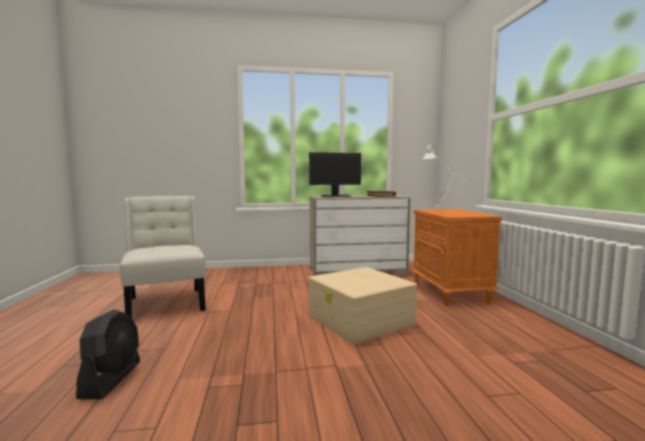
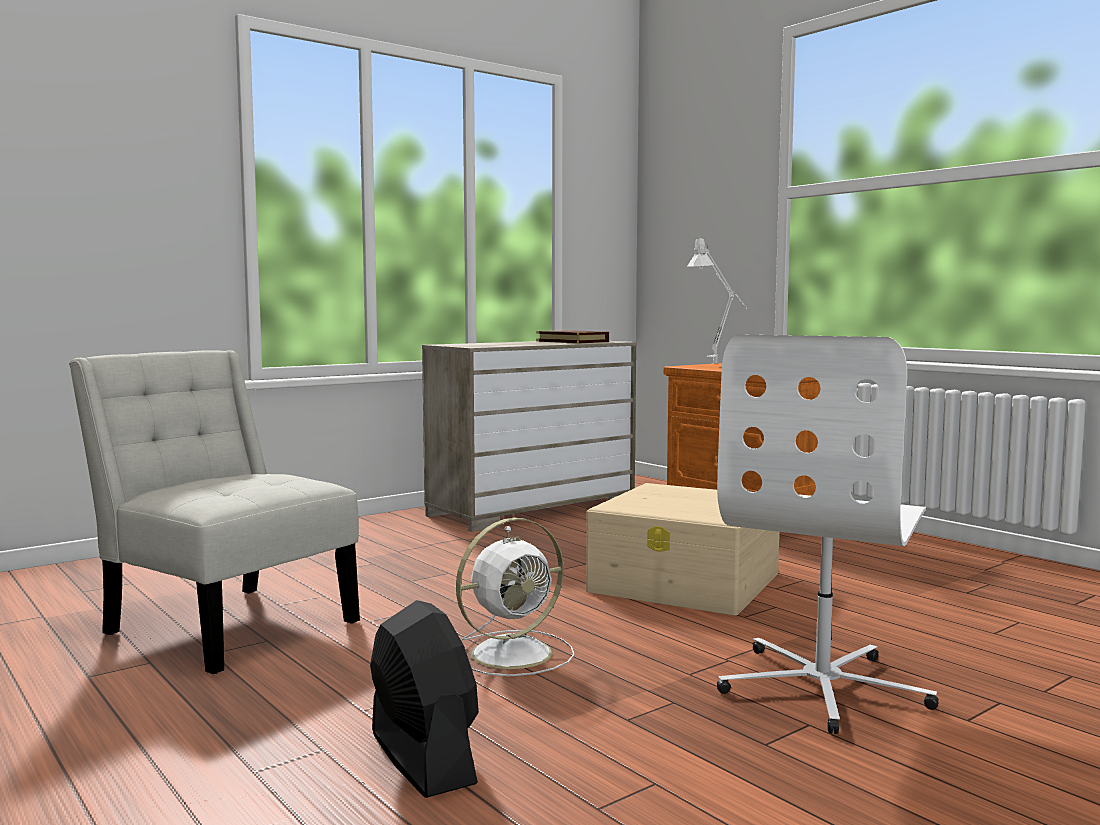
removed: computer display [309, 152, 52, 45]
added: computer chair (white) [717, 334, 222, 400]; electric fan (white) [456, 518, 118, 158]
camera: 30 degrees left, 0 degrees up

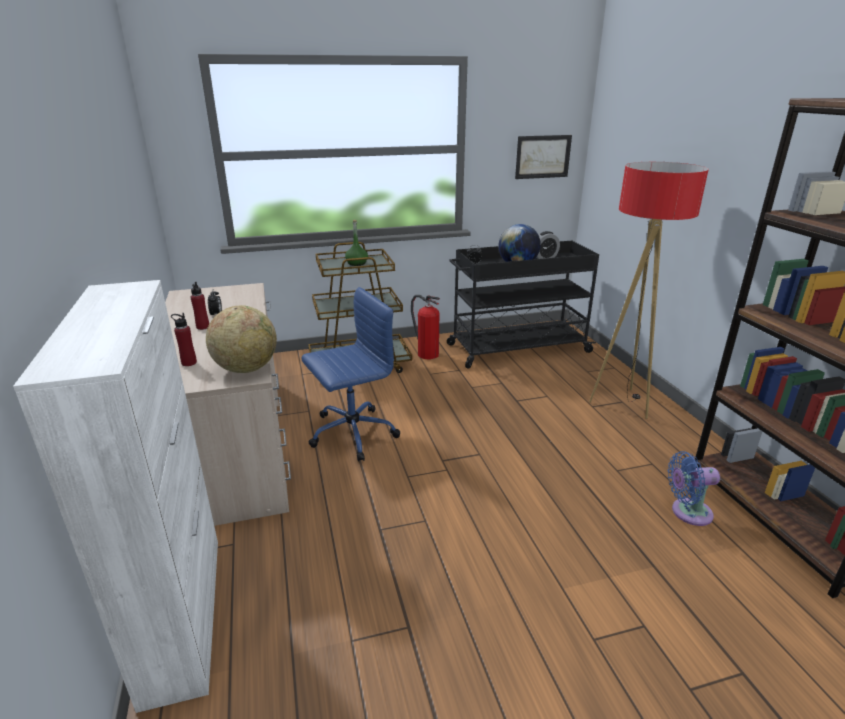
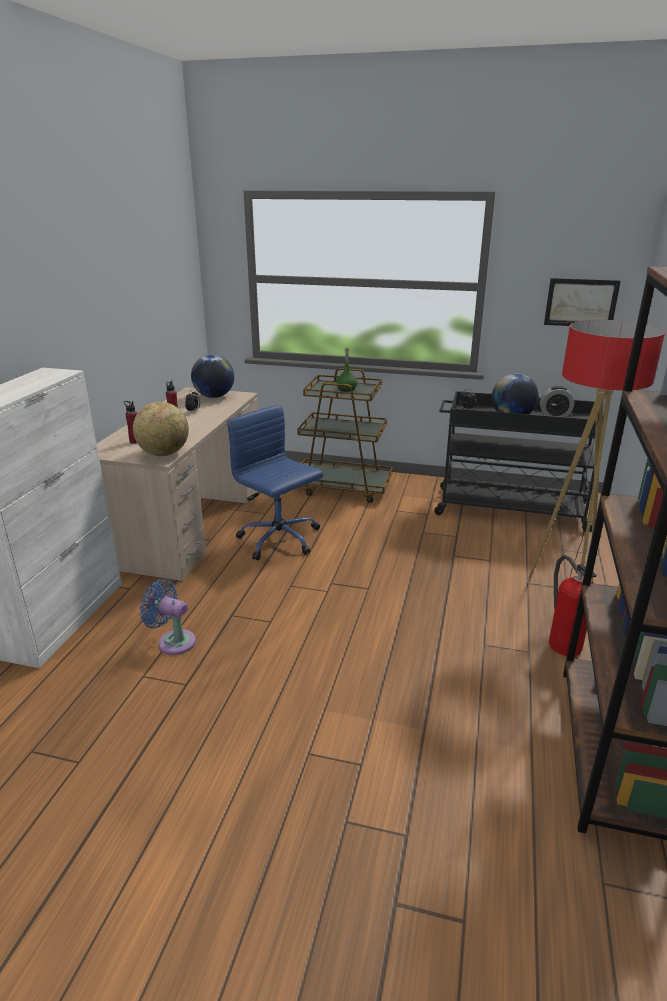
added: globe [191, 355, 43, 43]
moved: fire-fighting cylinder [411, 295, 29, 64] to [549, 555, 48, 101]; electric fan (blue-coloured) [667, 451, 53, 75] to [139, 579, 57, 76]
turned: computer chair (blue-coloured) [302, 287, 98, 174] = [227, 405, 96, 155] 135 degrees counterclockwise
camera: 30 degrees right, 0 degrees up

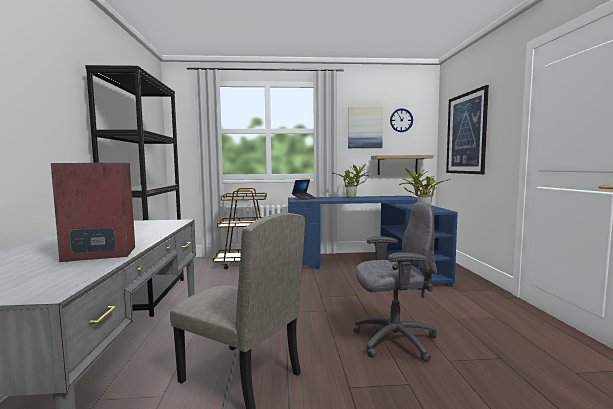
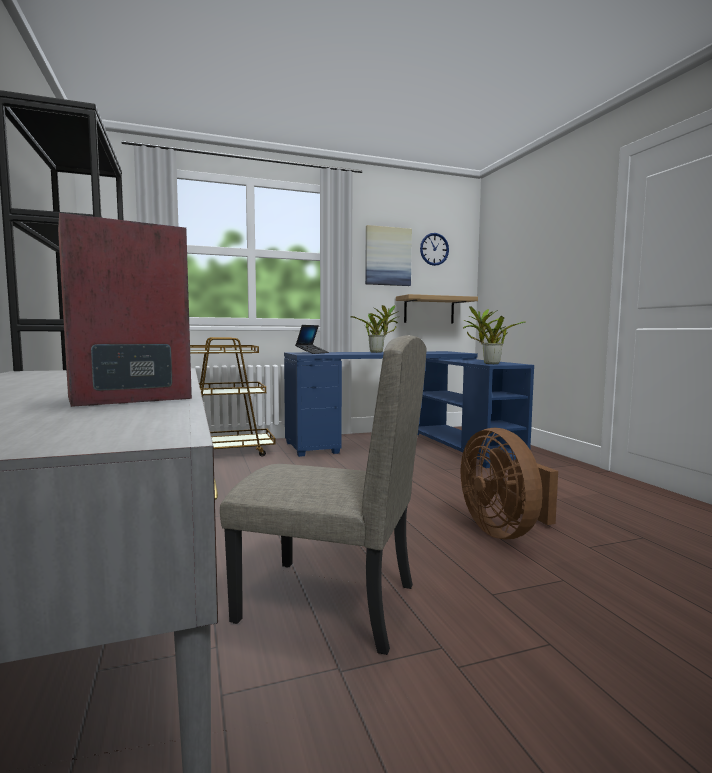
removed: wall art [446, 85, 43, 89]
replaced: computer chair (greyish) [353, 202, 84, 160] to electric fan (brown-coloured) [461, 428, 97, 111]
camera: 15 degrees left, 0 degrees up

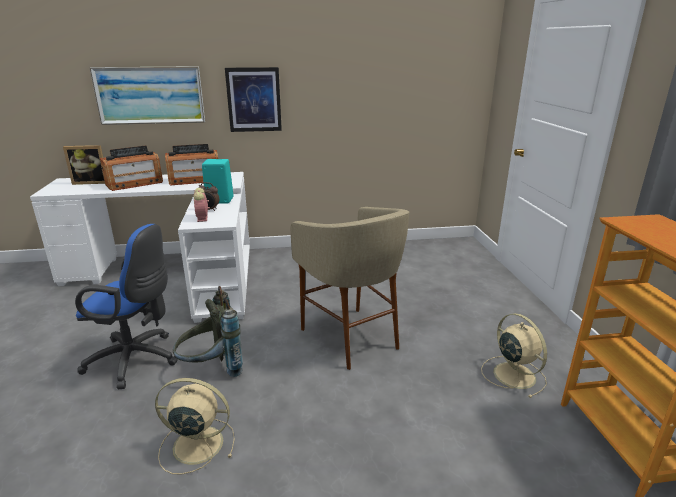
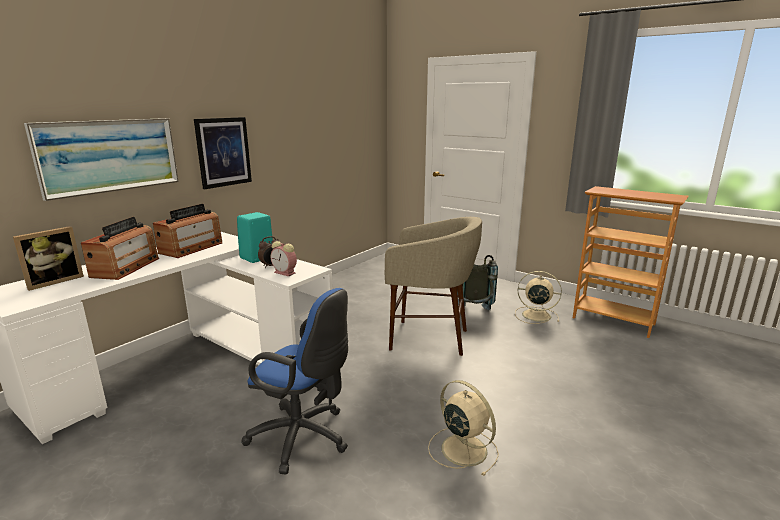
moved: rucksack (greyish) [173, 286, 70, 91] to [457, 255, 41, 55]
turned: computer chair (blue-coloured) [75, 224, 103, 165] = [241, 288, 107, 186] 60 degrees clockwise; electric fan (beige) [155, 378, 80, 97] = [428, 380, 71, 96] 90 degrees clockwise
camera: 45 degrees left, 5 degrees down

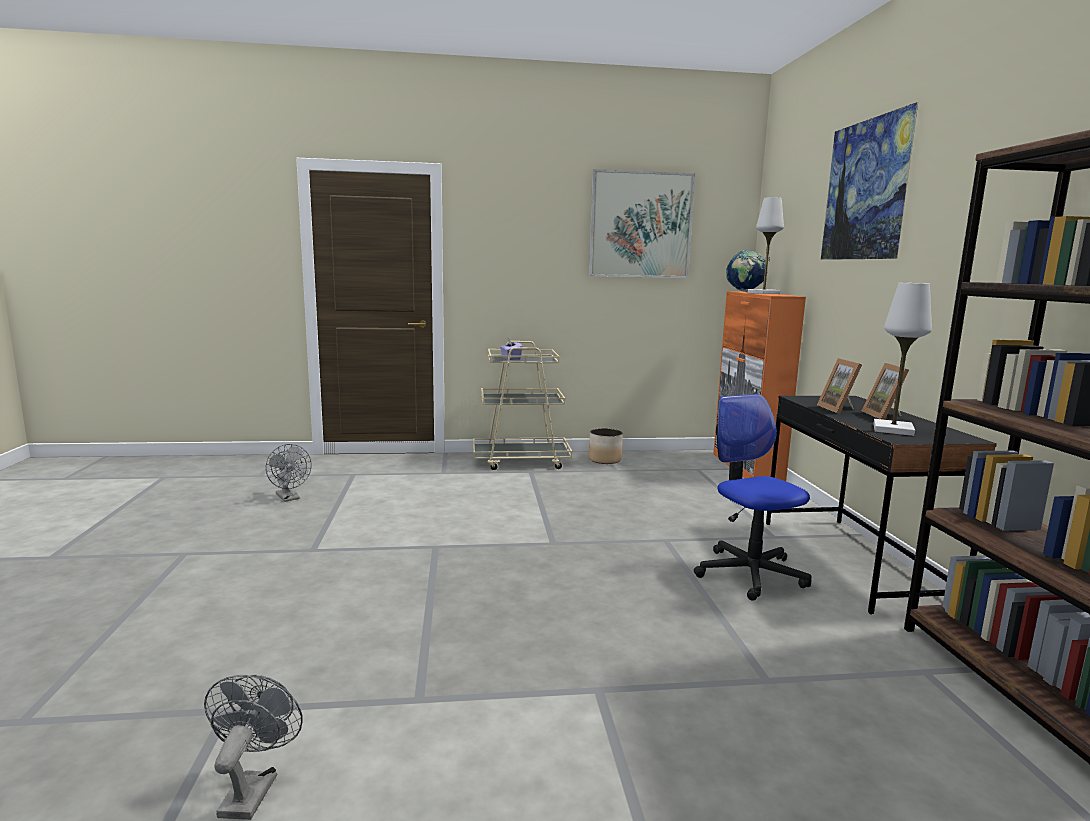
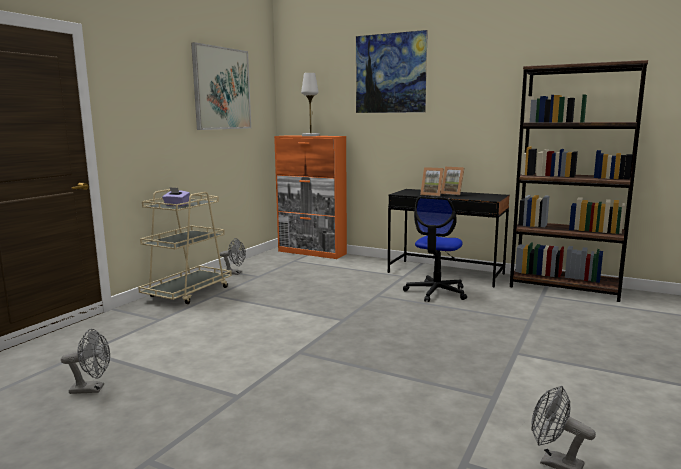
removed: globe [726, 250, 42, 42]; tabletop lamp (white) [873, 283, 59, 153]
replaced: plant pot [589, 428, 34, 36] to electric fan (greyish) [220, 238, 26, 37]
turned: computer chair [694, 394, 117, 207] = [403, 196, 64, 106] 75 degrees counterclockwise
camera: 55 degrees left, 0 degrees up

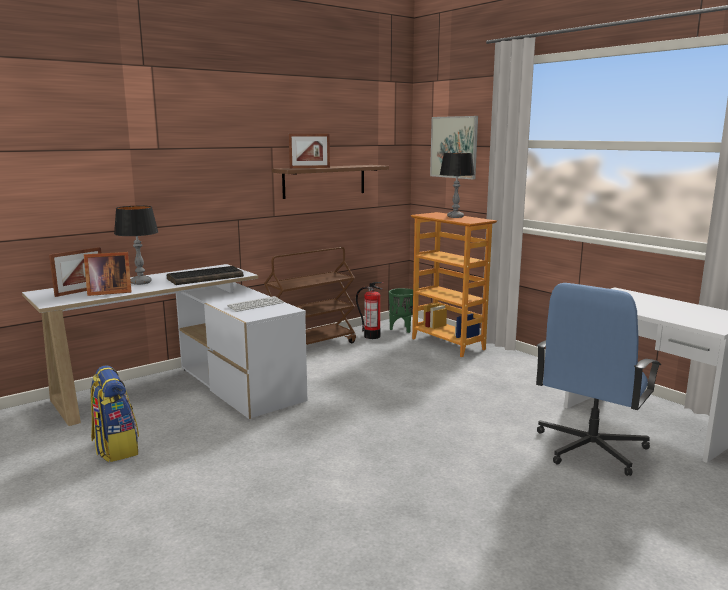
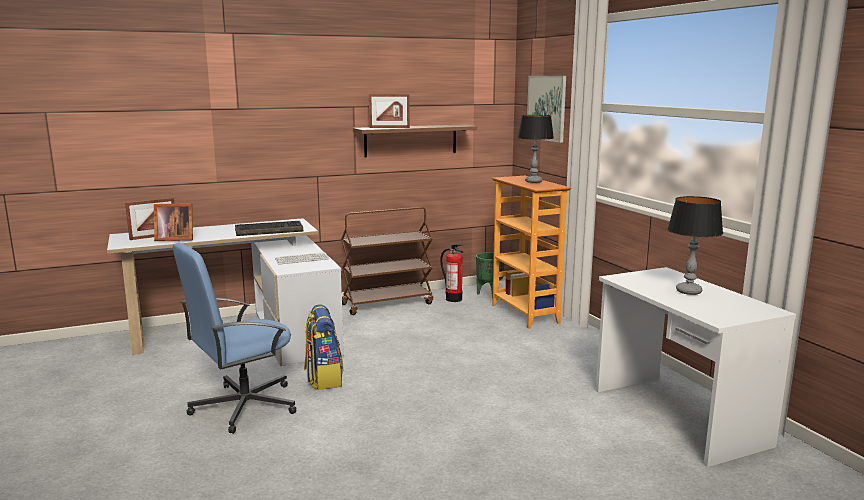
moved: tabletop lamp [114, 206, 45, 79] to [667, 196, 56, 99]; computer chair (blue-coloured) [536, 283, 125, 193] to [173, 243, 124, 191]; rucksack [90, 365, 49, 97] to [304, 304, 40, 86]
camera: 15 degrees right, 0 degrees up

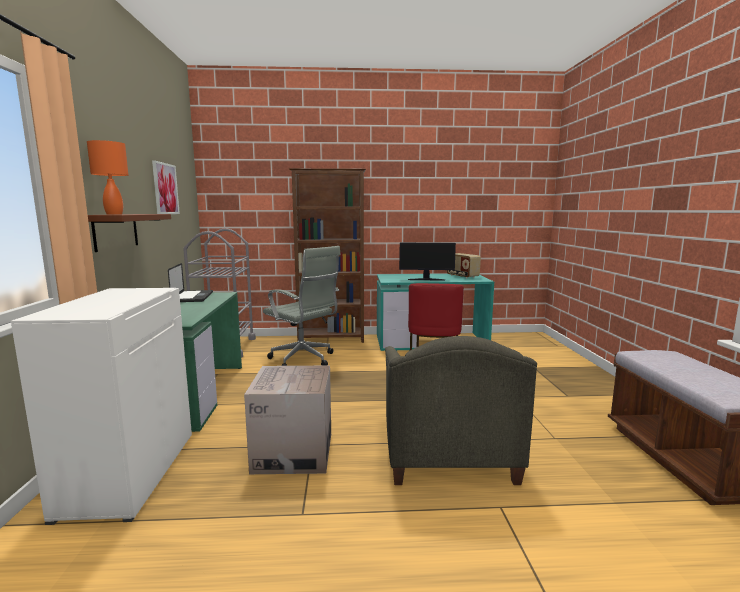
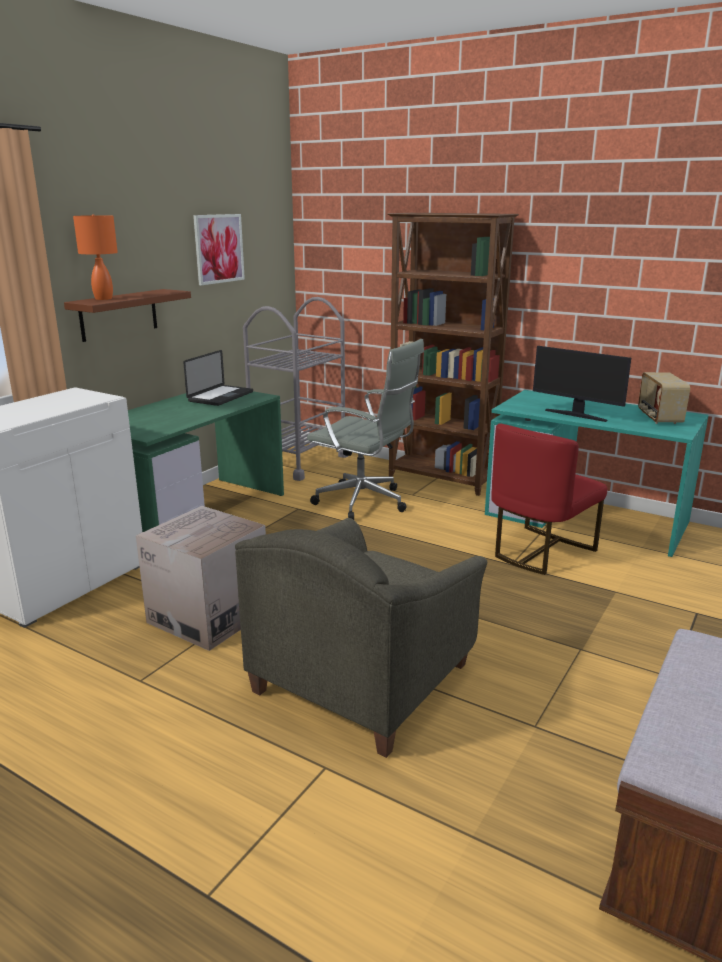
turned: computer chair (greyish) [263, 246, 78, 120] = [307, 339, 117, 181] 45 degrees counterclockwise
camera: 35 degrees right, 10 degrees up

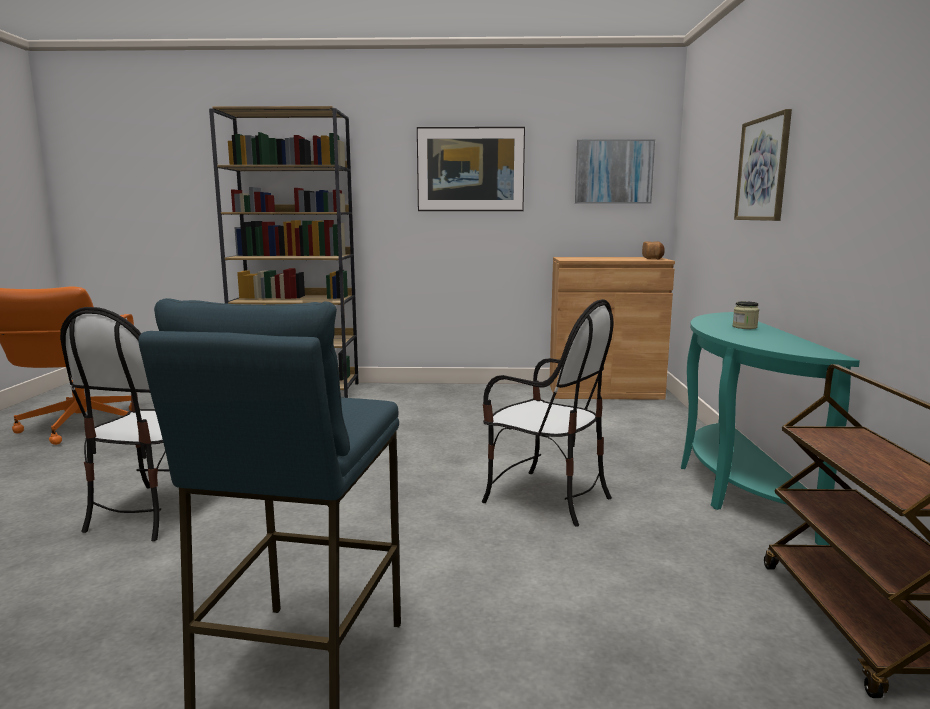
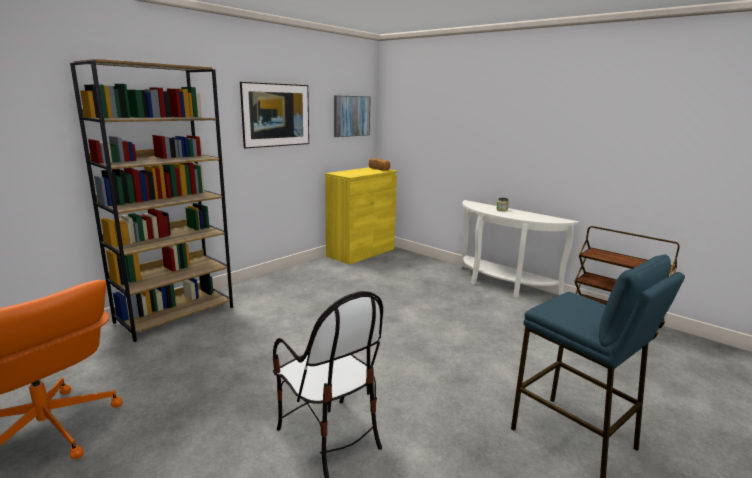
removed: wall art [734, 109, 58, 112]; plain chair [482, 299, 132, 228]
recoloured: cupboard (brown-coloured) [550, 257, 125, 143] to cupboard (yellow) [325, 167, 72, 98]; hall table (turquoise-coloured) [681, 312, 179, 233] to hall table (white) [459, 200, 120, 98]
camera: 50 degrees left, 5 degrees up

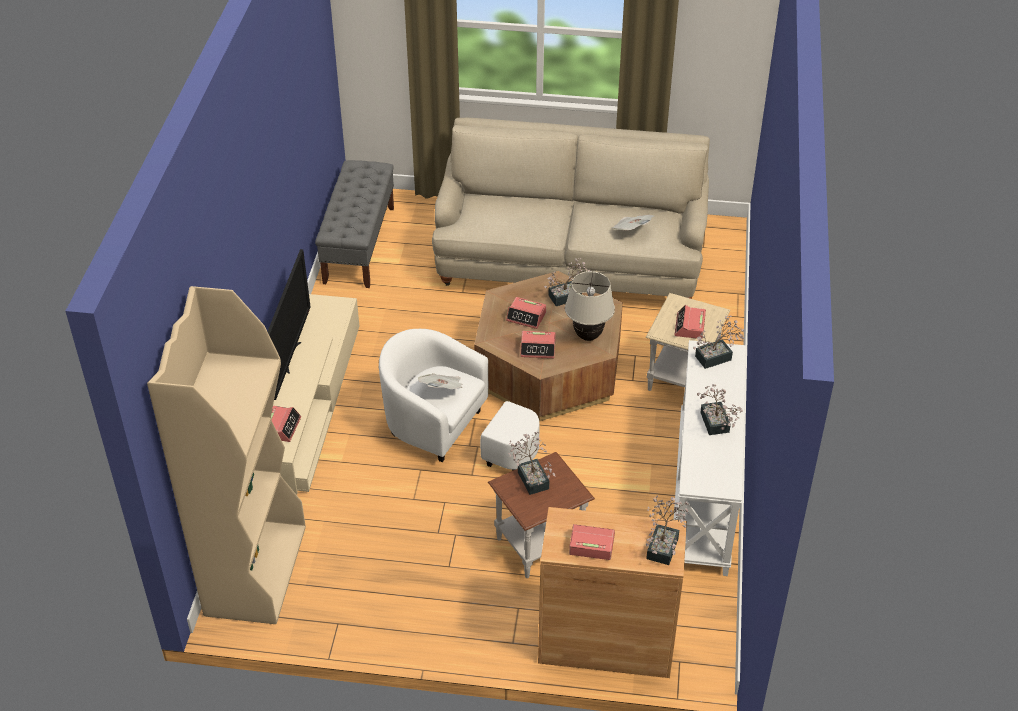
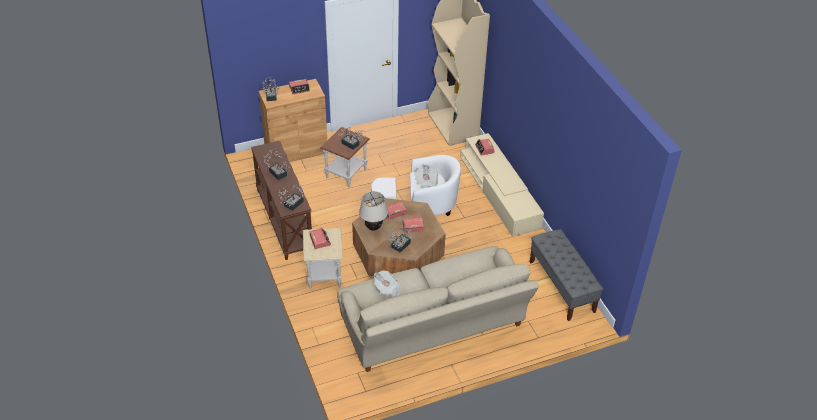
removed: TV [267, 249, 44, 151]
recoloured: hall table (white) [674, 340, 72, 236] to hall table (brown-coloured) [251, 141, 61, 119]
camera: 150 degrees right, 0 degrees up

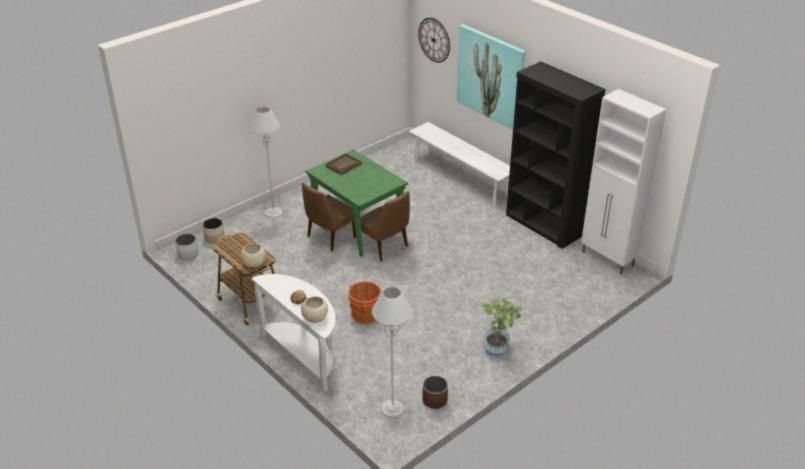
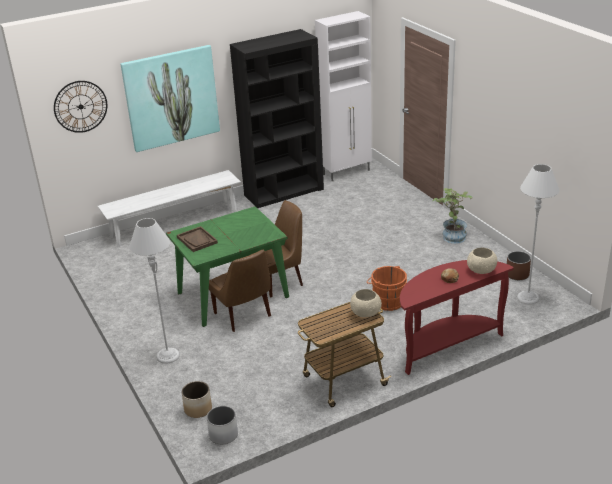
recoloured: hall table (white) [251, 274, 85, 119] to hall table (red-coloured) [400, 260, 114, 115]
camera: 75 degrees left, 5 degrees down

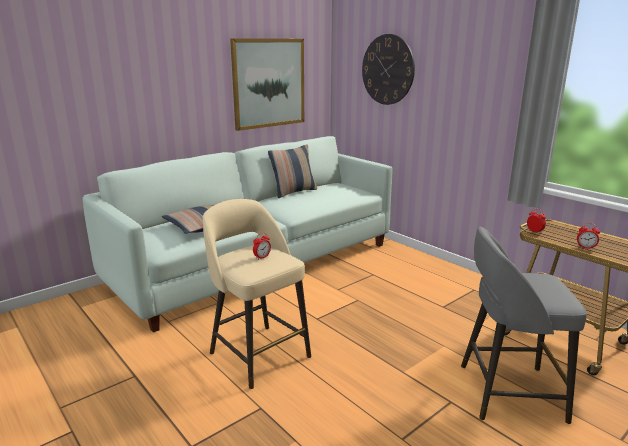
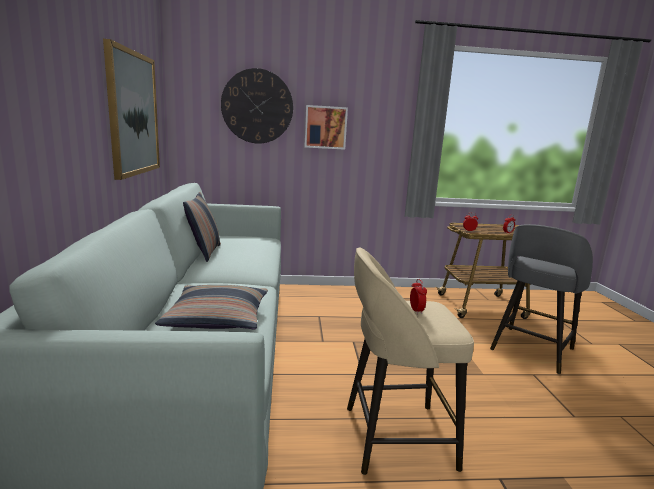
added: wall art [305, 105, 43, 45]
camera: 55 degrees left, 5 degrees down

